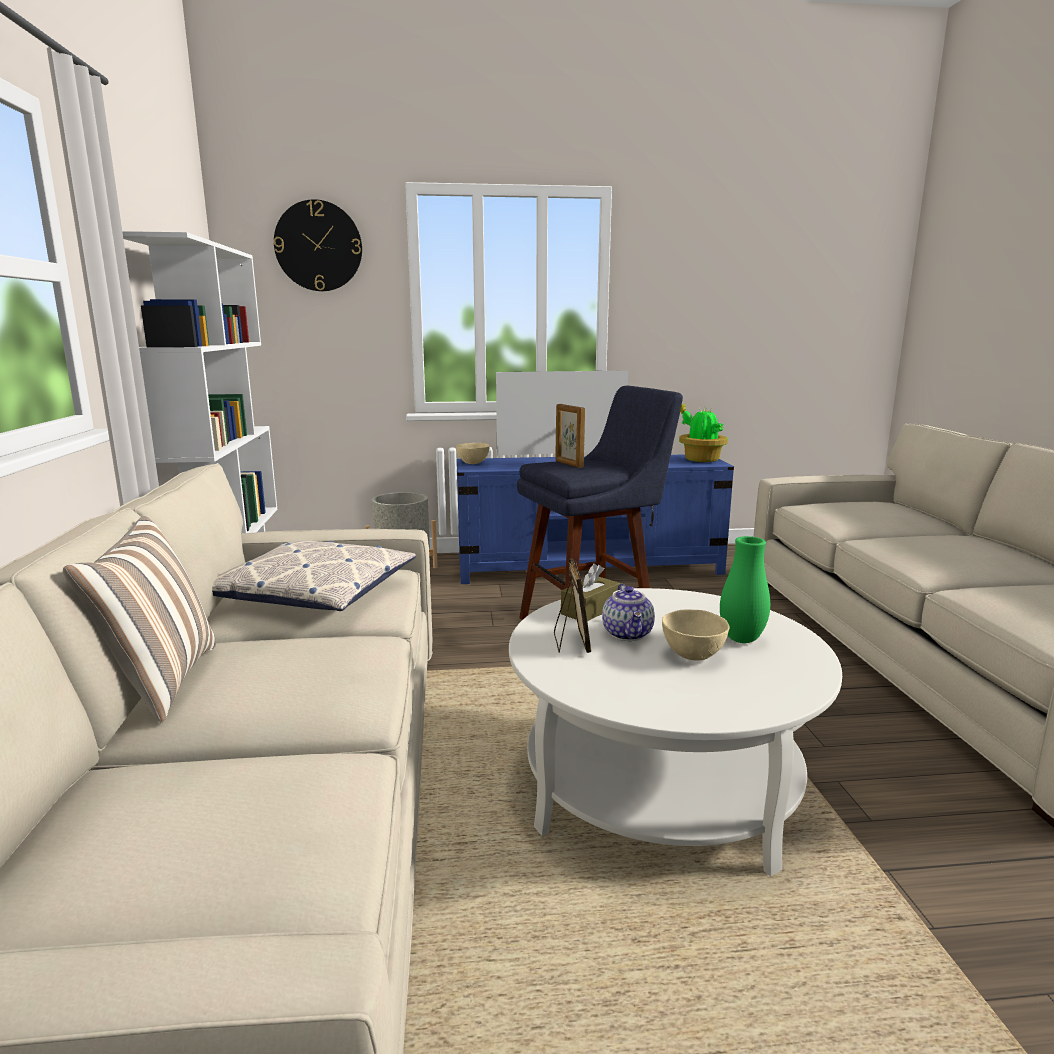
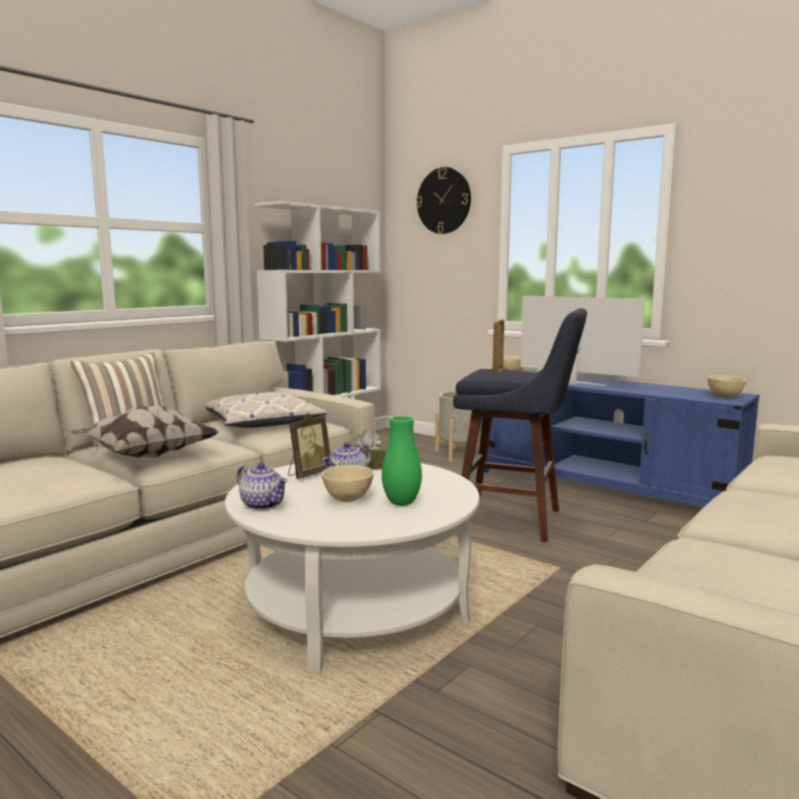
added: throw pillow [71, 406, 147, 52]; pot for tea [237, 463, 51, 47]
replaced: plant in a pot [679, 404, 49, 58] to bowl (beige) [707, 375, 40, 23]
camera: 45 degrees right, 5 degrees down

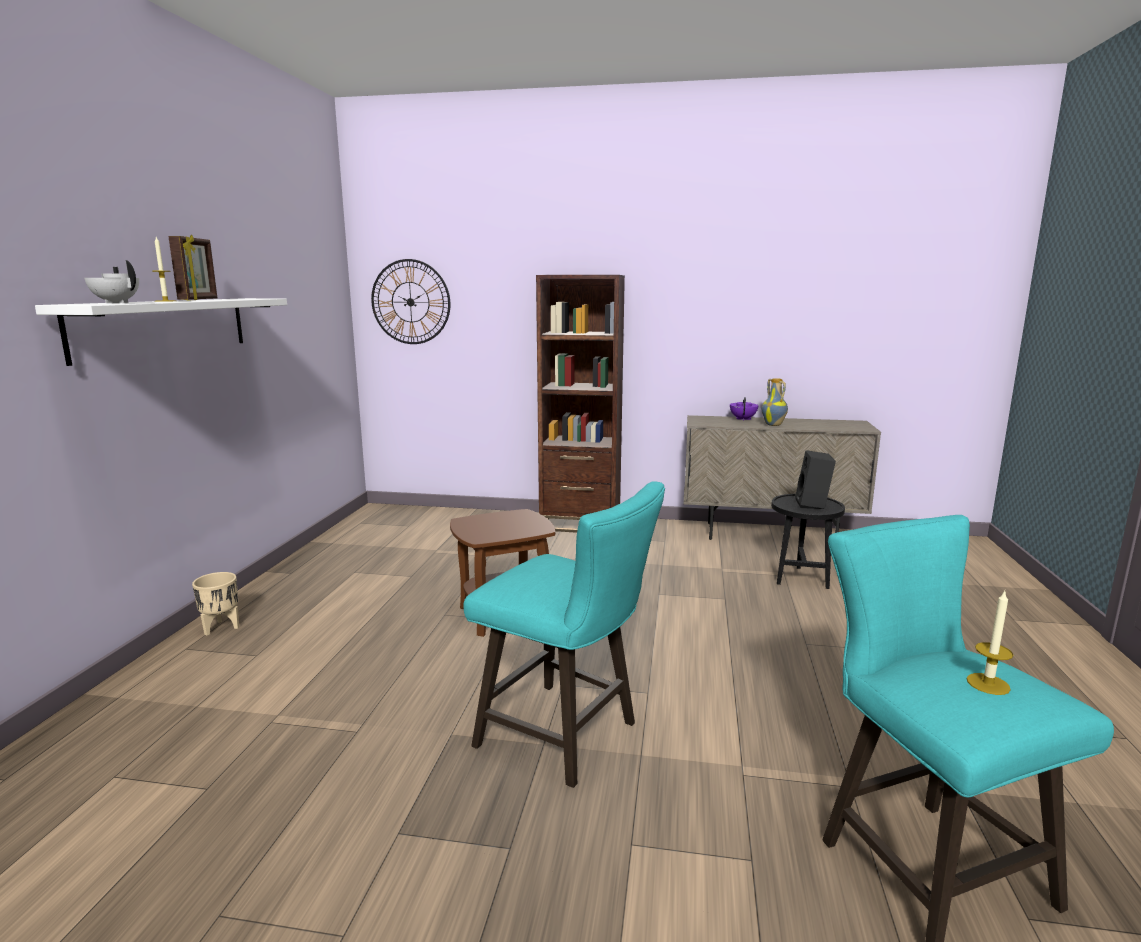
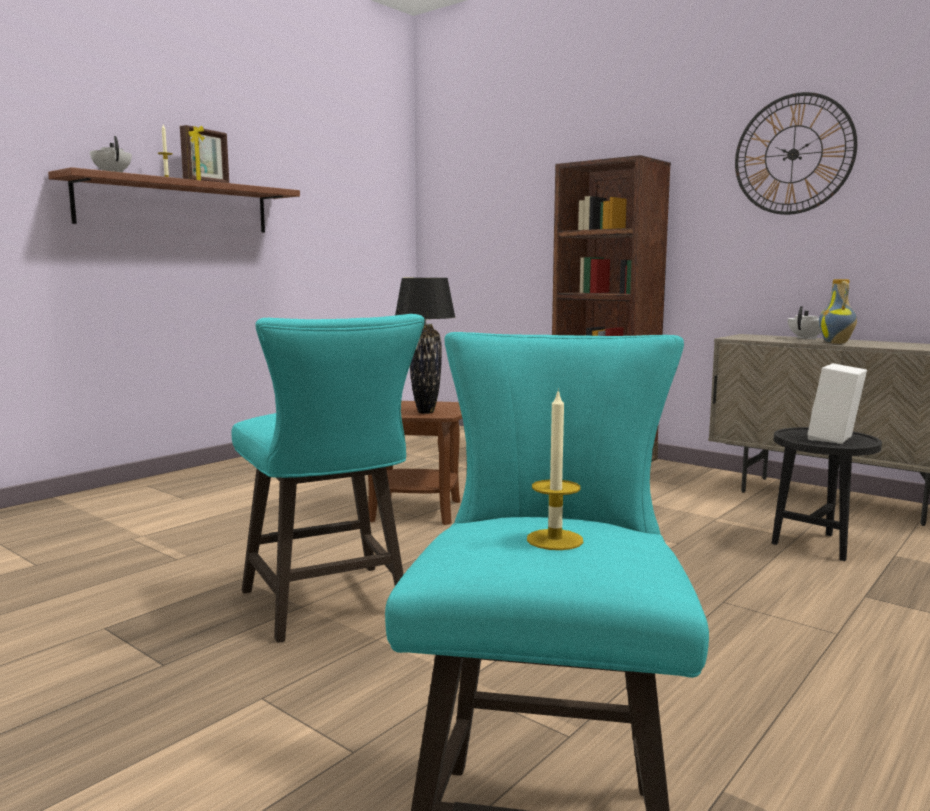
removed: plant pot (beige) [192, 572, 47, 64]
added: tabletop lamp (black) [395, 278, 61, 136]
moved: clock on the wall [371, 259, 79, 85] to [735, 92, 122, 123]
recoloured: bracket shelf (white) [35, 298, 252, 68] to bracket shelf (brown-coloured) [48, 167, 252, 65]; pot for tea (purple-coloured) [730, 397, 29, 24] to pot for tea (white) [788, 306, 33, 33]; loudspeaker (black) [795, 450, 41, 59] to loudspeaker (white) [807, 363, 60, 81]
camera: 30 degrees right, 5 degrees down

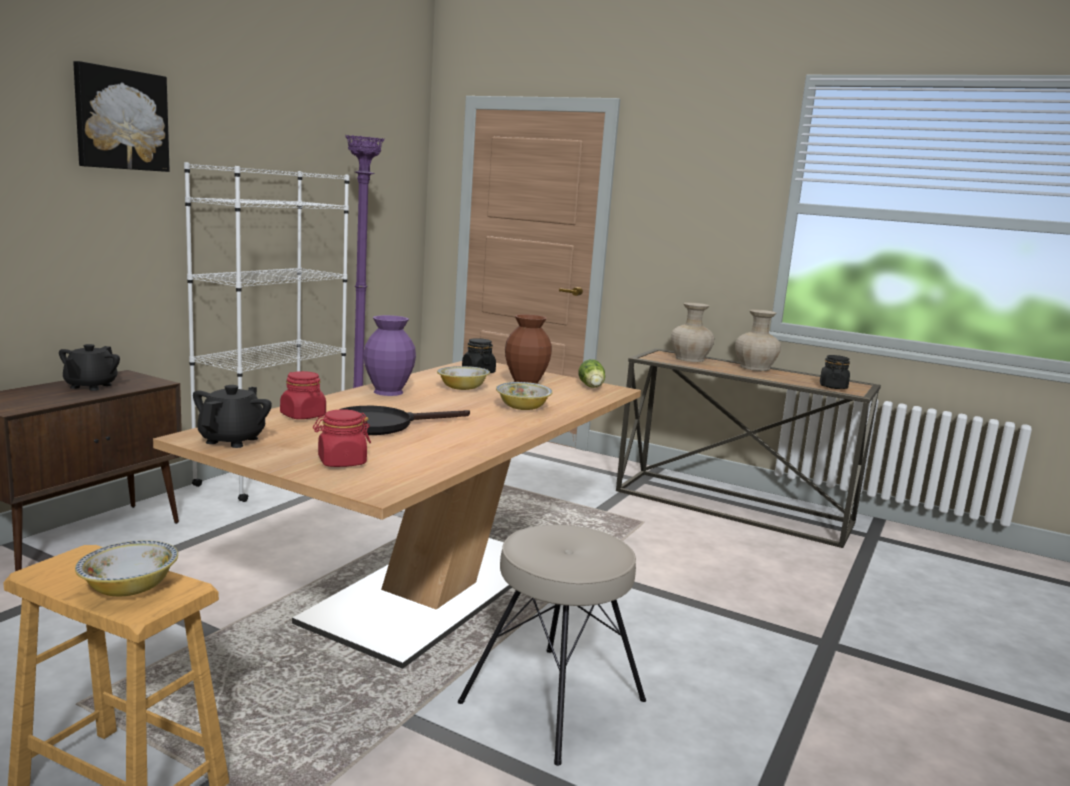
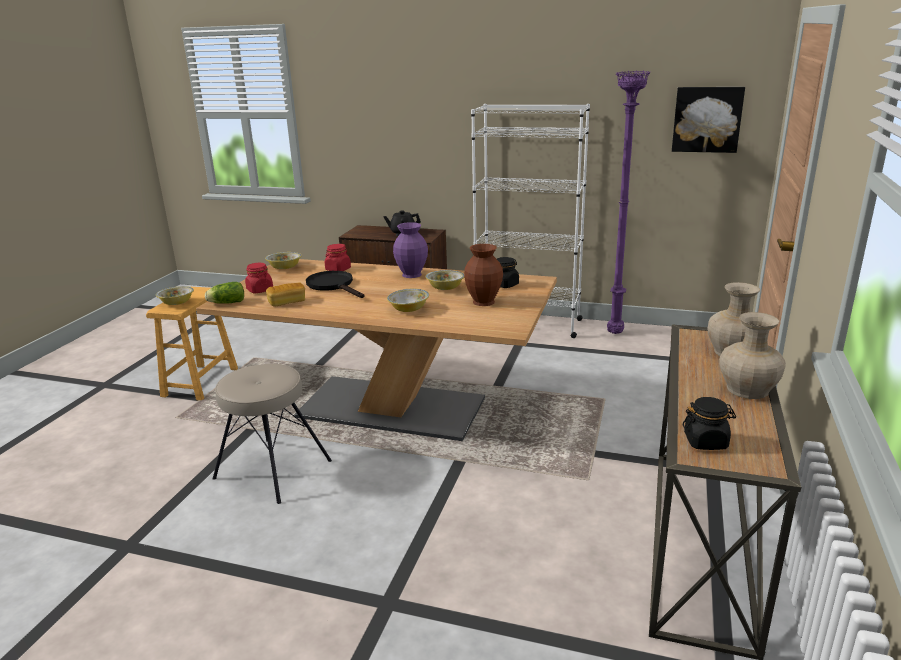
added: baked bread [266, 282, 39, 24]
moved: wall art [73, 61, 97, 111] to [672, 87, 73, 66]; lettuce [578, 359, 27, 29] to [205, 282, 39, 22]
replaced: pot for tea (black) [193, 385, 79, 63] to bowl [265, 252, 37, 17]
camera: 80 degrees right, 10 degrees up

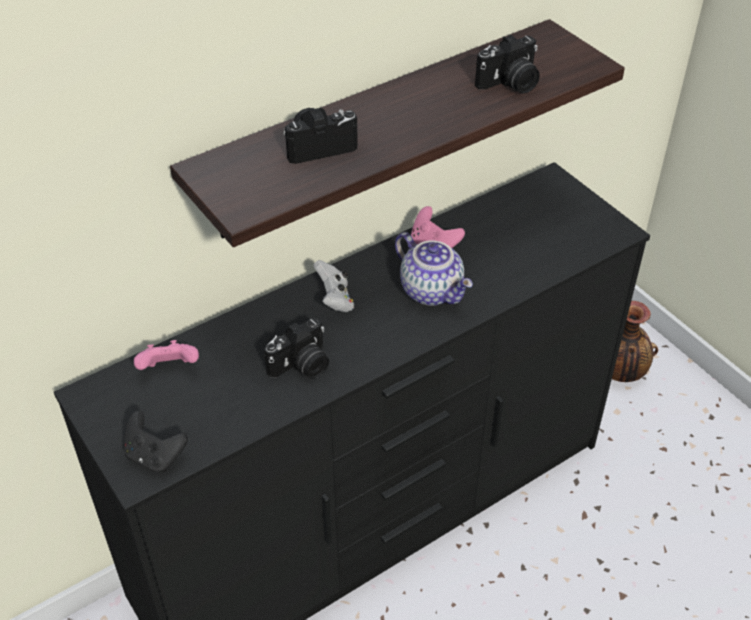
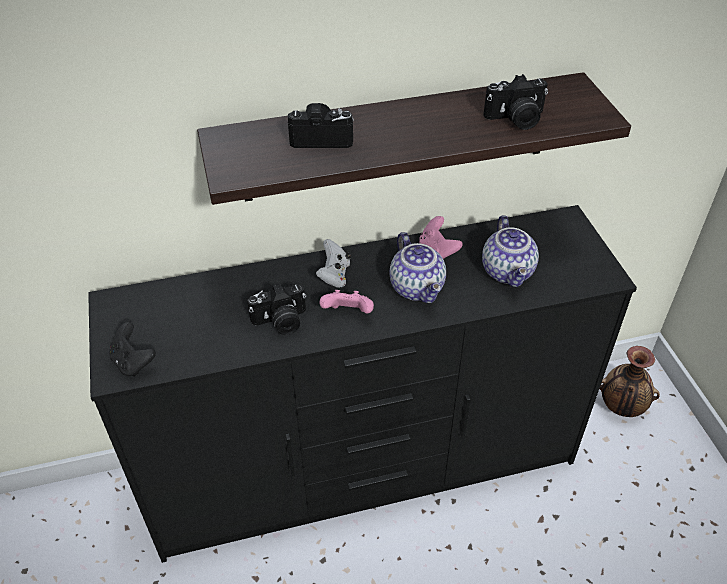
added: pot for tea [482, 215, 57, 72]
moved: game controller (pinkish) [134, 340, 65, 30] to [319, 290, 55, 24]
camera: 20 degrees right, 0 degrees up

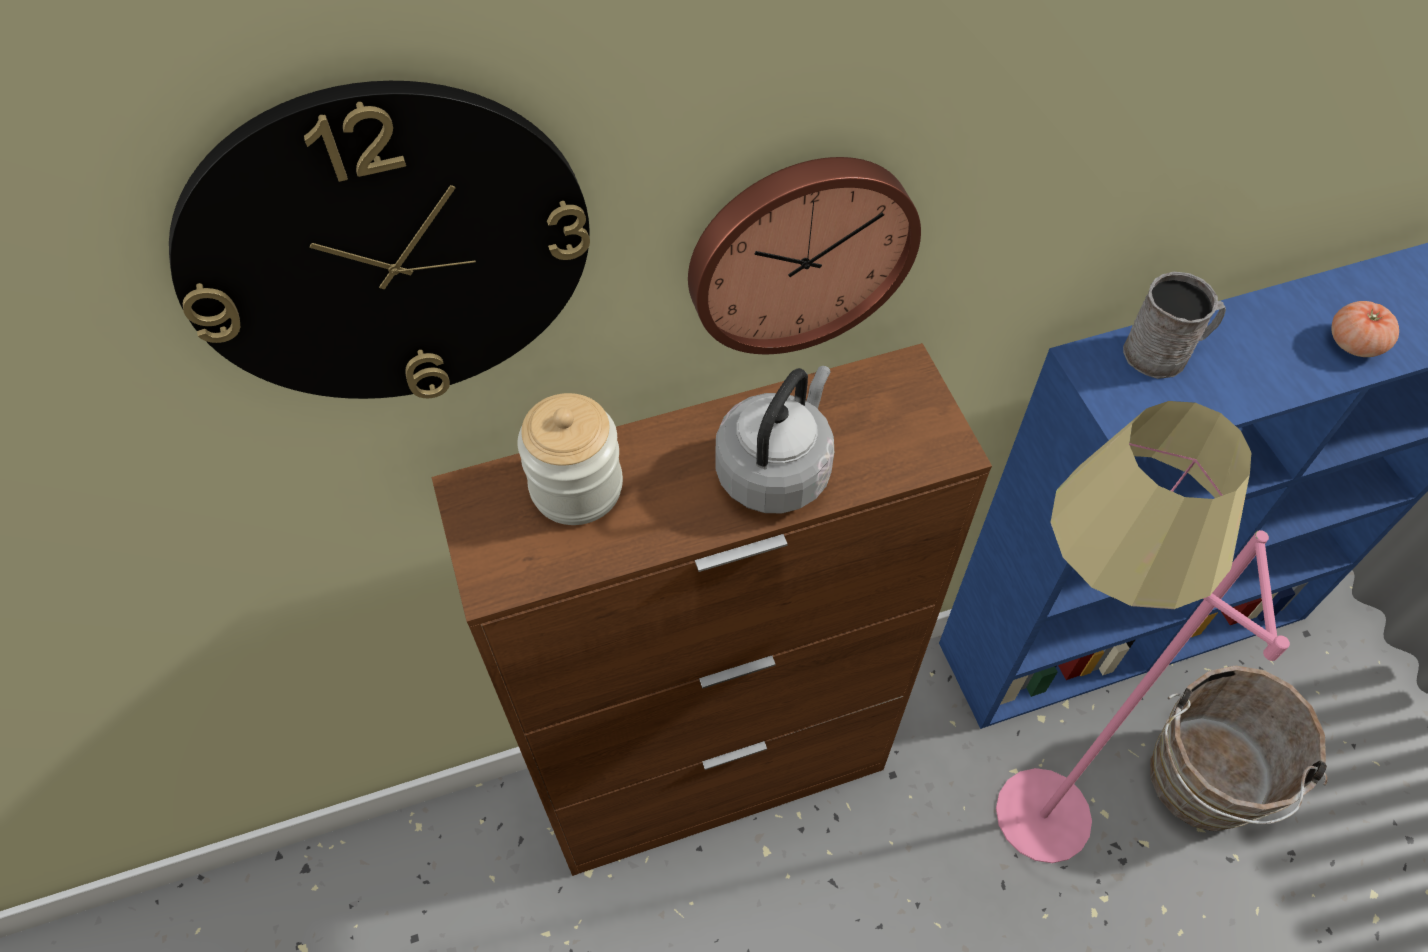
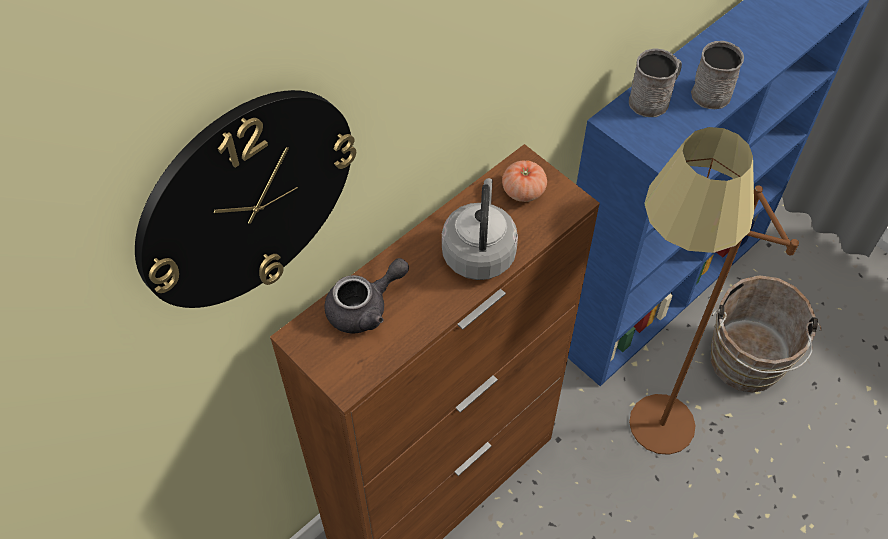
removed: clock on the wall [688, 157, 233, 197]
added: coffee mug (greyish) [691, 41, 53, 68]
moved: tomato [1331, 301, 68, 56] to [502, 161, 45, 41]
replaced: storage jar [517, 393, 106, 132] to pot for tea (greyish) [324, 258, 85, 76]
recoloured: standard lamp (pinkish) [996, 401, 294, 462] to standard lamp (brown-coloured) [629, 127, 170, 328]
camera: 25 degrees left, 0 degrees up

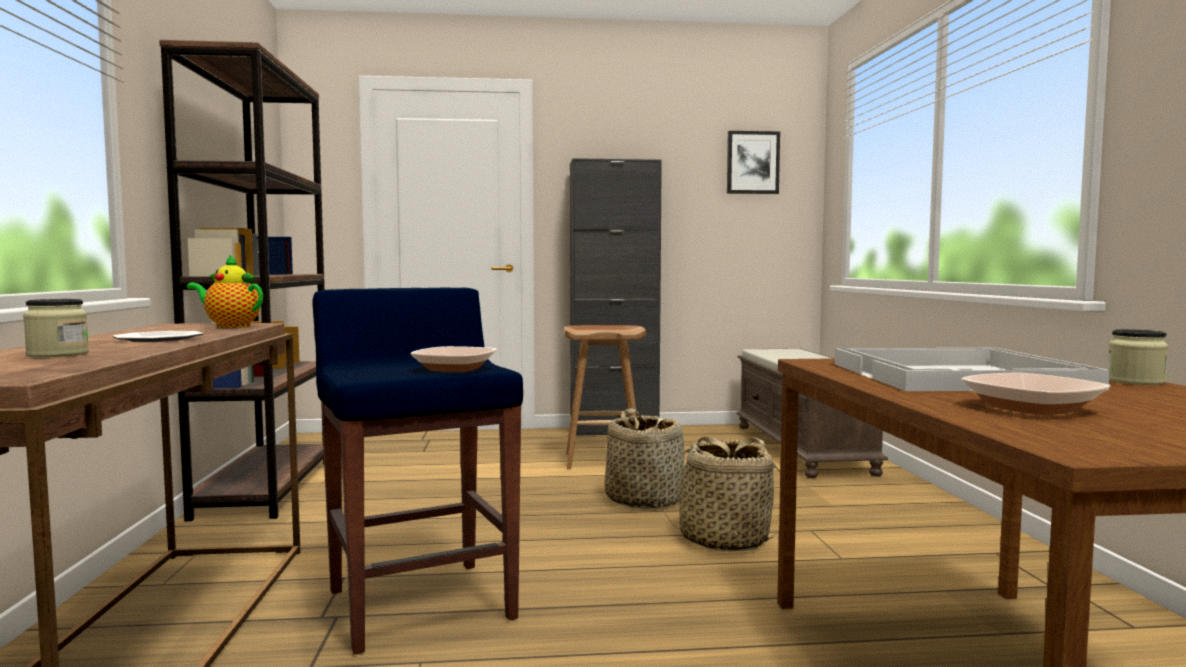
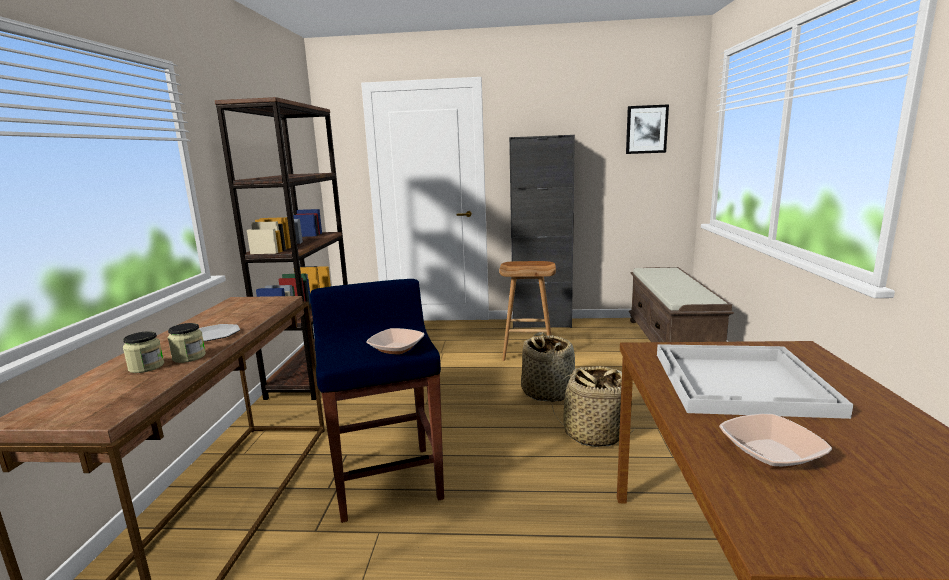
removed: pot for tea [187, 254, 76, 74]
moved: storage jar [1108, 329, 60, 56] to [168, 323, 38, 40]
camera: 10 degrees right, 10 degrees up

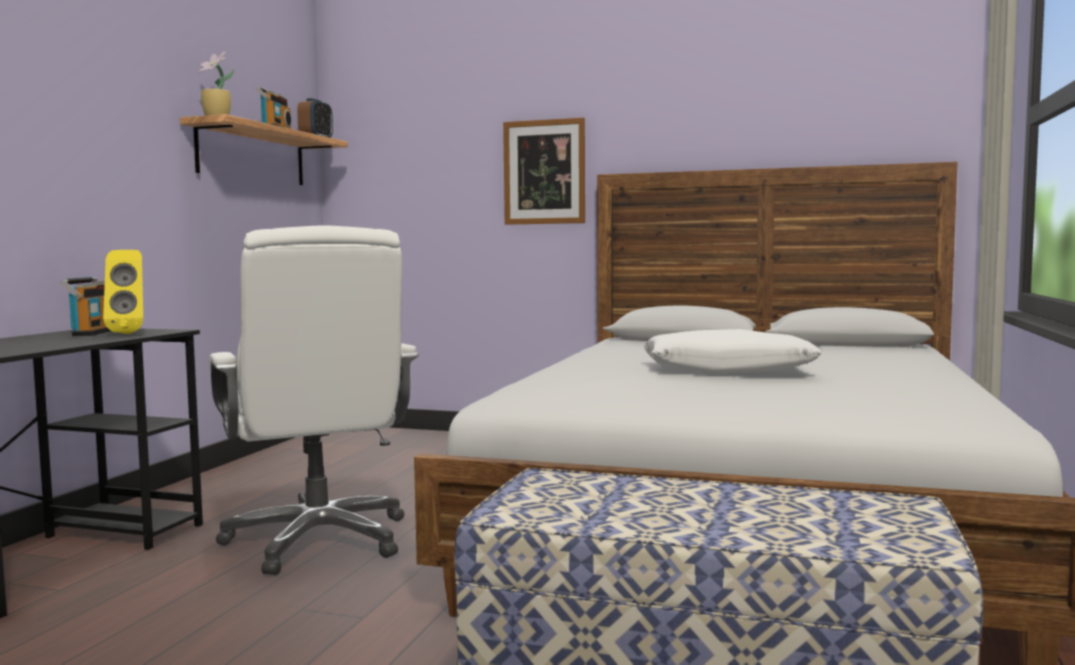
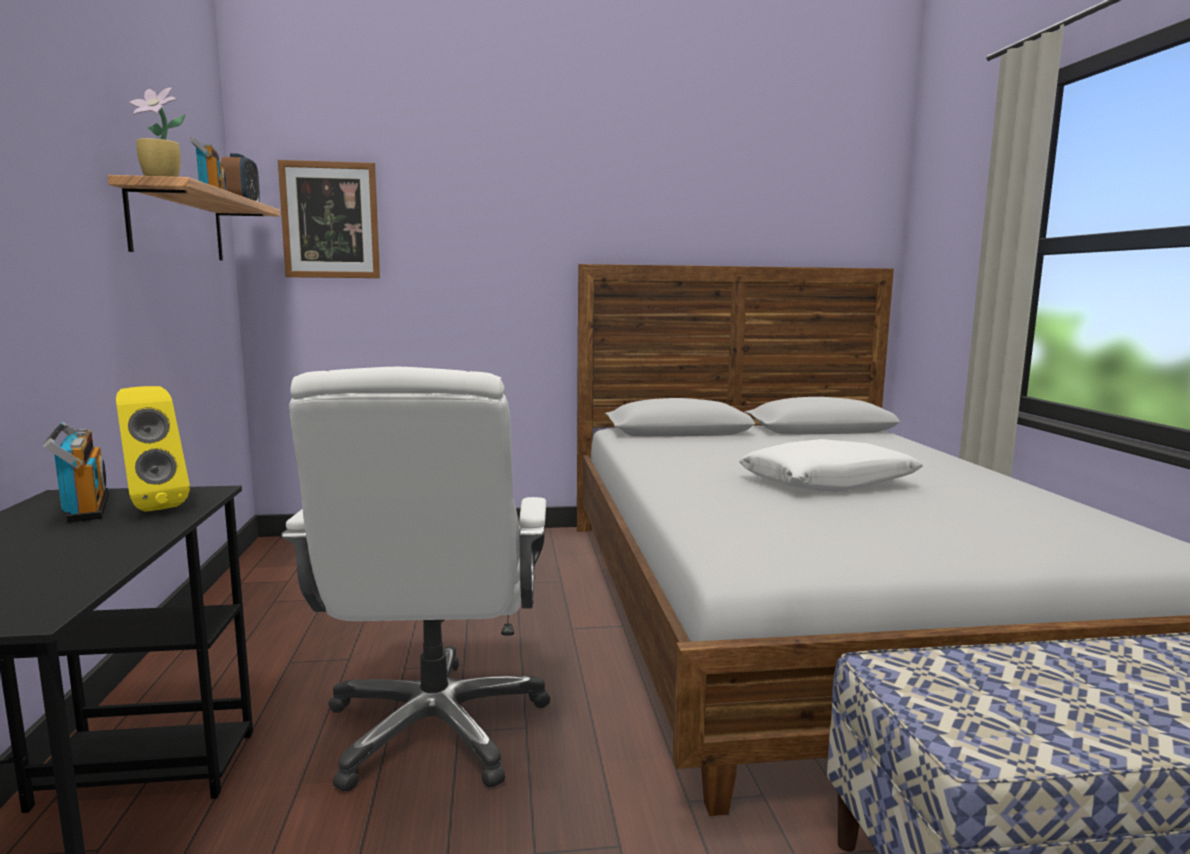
moved: wall art [503, 118, 82, 107] to [278, 160, 102, 118]
turned: computer chair (white) [209, 225, 210, 350] = [281, 367, 269, 425] 45 degrees clockwise
camera: 25 degrees left, 5 degrees up

